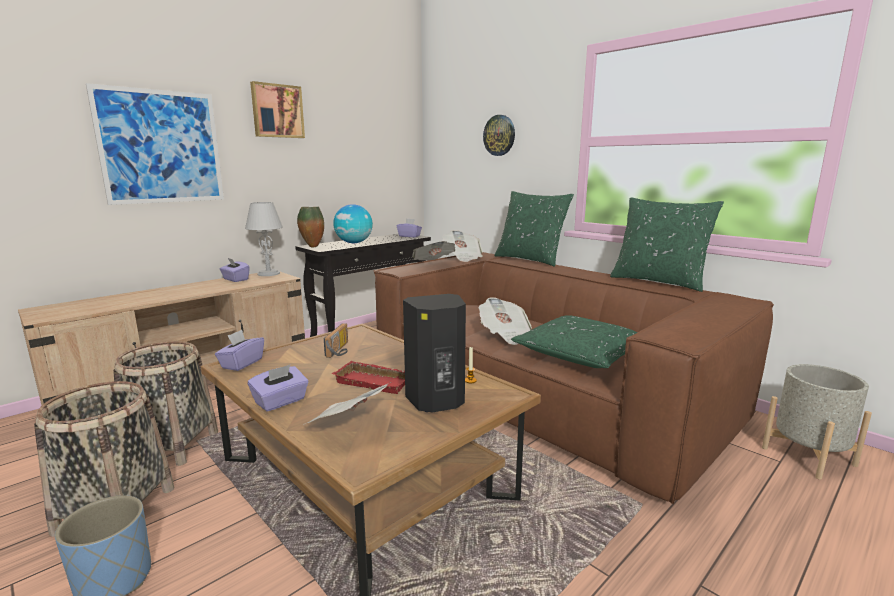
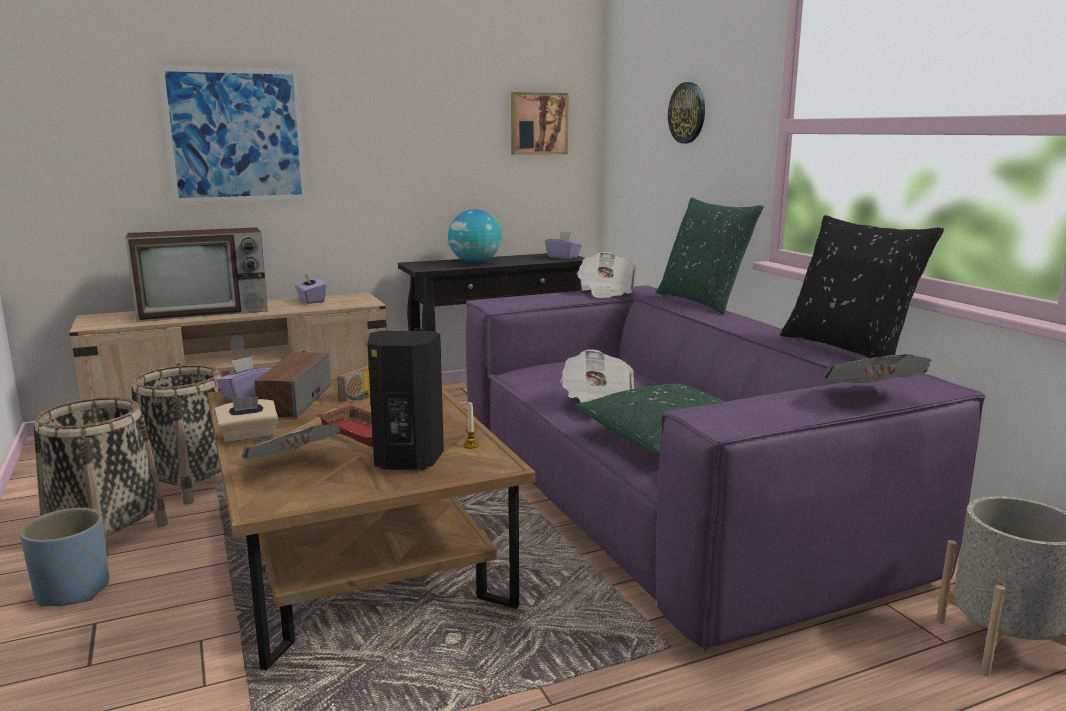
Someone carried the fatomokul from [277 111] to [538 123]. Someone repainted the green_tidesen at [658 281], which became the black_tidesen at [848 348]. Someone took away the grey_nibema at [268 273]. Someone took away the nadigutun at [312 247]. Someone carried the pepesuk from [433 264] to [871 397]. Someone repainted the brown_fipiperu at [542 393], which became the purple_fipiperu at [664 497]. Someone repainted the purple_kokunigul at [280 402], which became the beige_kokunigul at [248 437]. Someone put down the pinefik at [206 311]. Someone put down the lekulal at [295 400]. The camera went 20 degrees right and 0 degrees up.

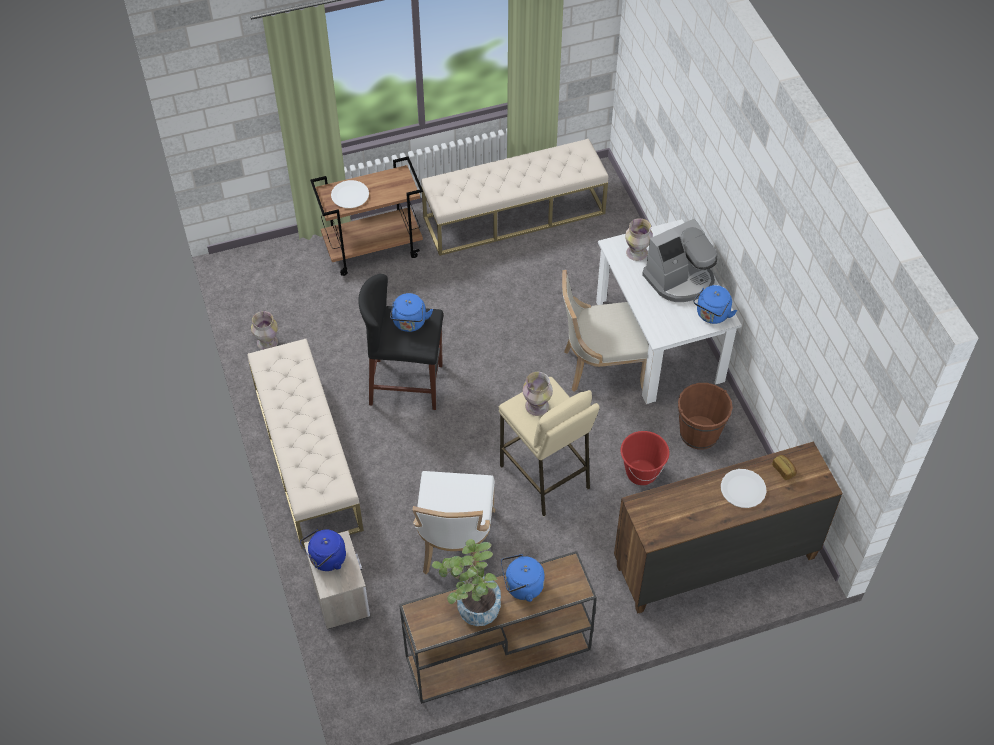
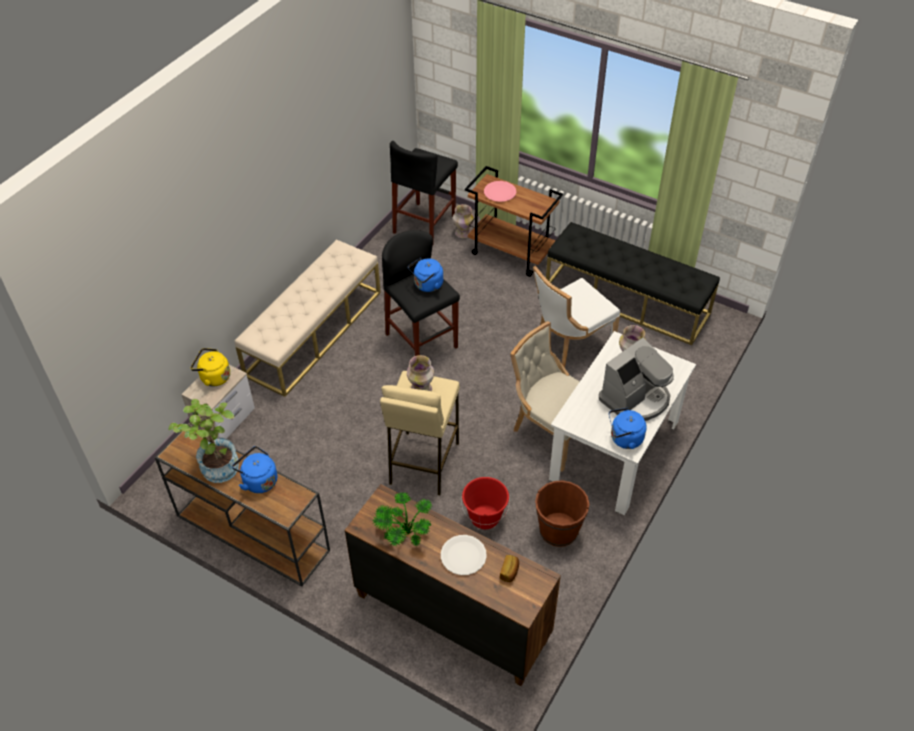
Someone repainted the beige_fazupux at [514 215], which became the black_fazupux at [627 300]. Someone repainted the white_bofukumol at [350 195], which became the pink_bofukumol at [499 192]. Someone rotated the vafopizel at [680 279] by 60 degrees counterclockwise. Someone carried the nadigutun from [267 343] to [462 233]. Someone carried the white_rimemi from [455 544] to [569 345]. Someone repainted the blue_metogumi at [326 559], which became the yellow_metogumi at [213 377]. Someone put down the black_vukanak at [424 224]. Someone put down the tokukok at [404 533]. The camera went 50 degrees right and 5 degrees down.

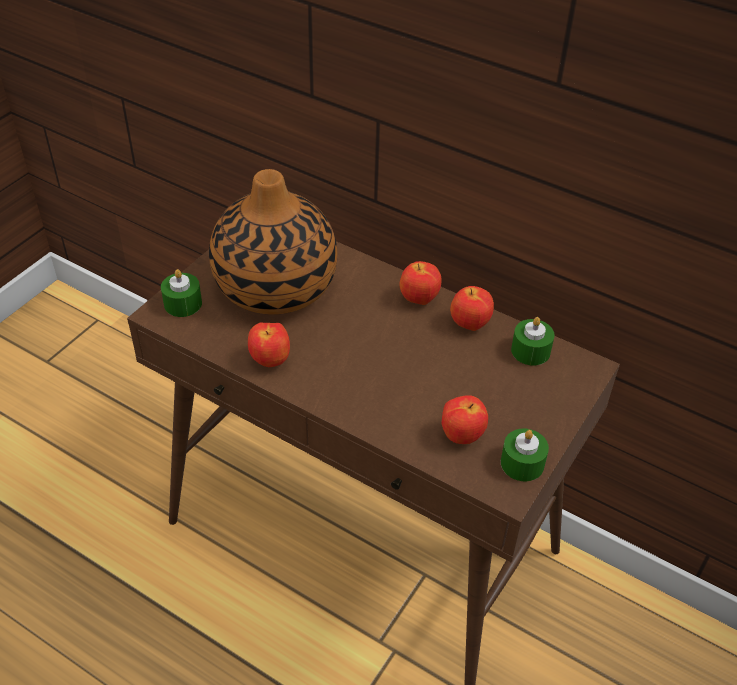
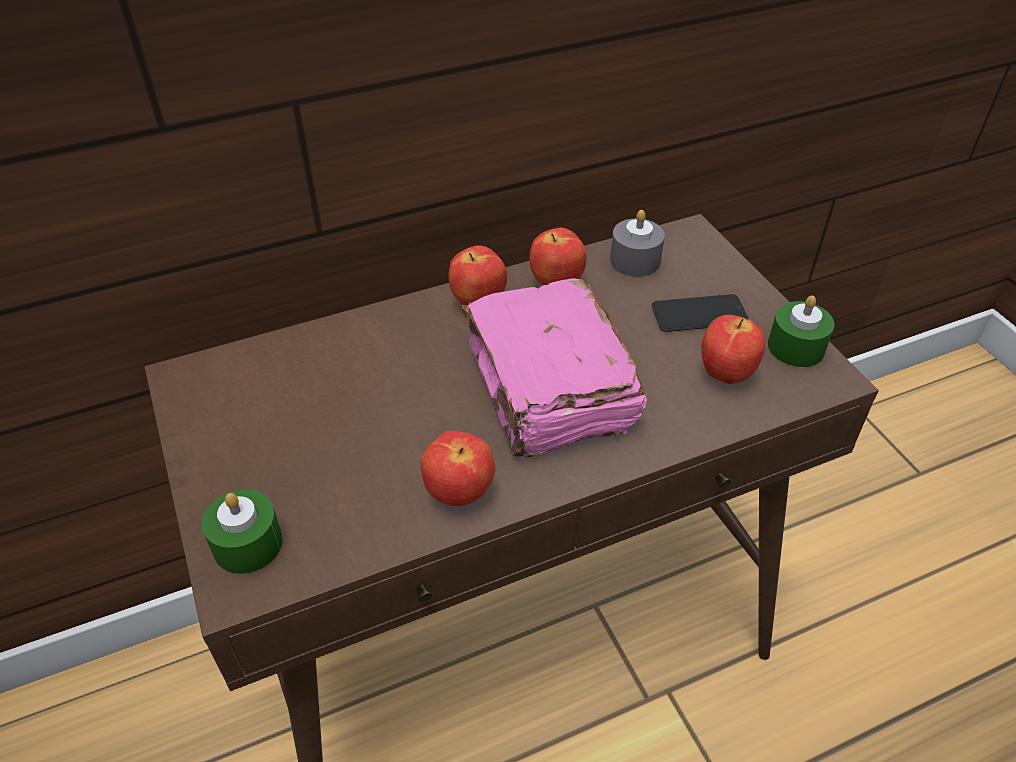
Someone took away the nadigutun at [275 286]. Someone repainted the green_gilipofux at [530 351], which became the grey_gilipofux at [635 260]. Someone put down the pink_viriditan at [549 390]. Someone put down the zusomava at [699 314]. The camera went 55 degrees left and 0 degrees up.

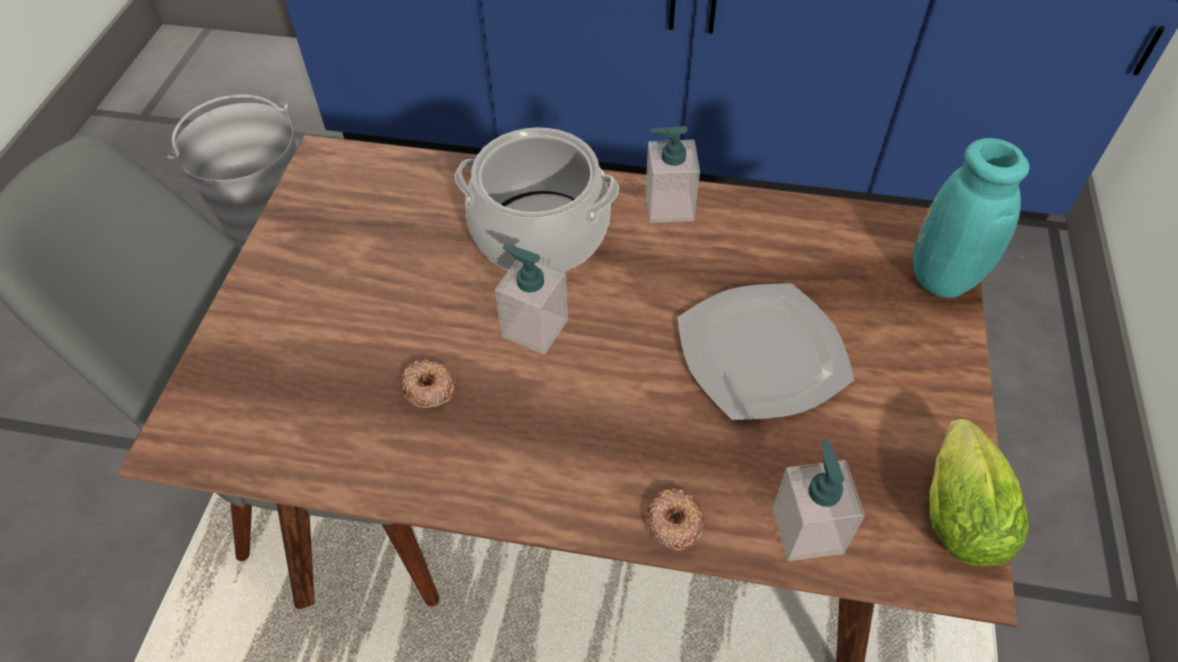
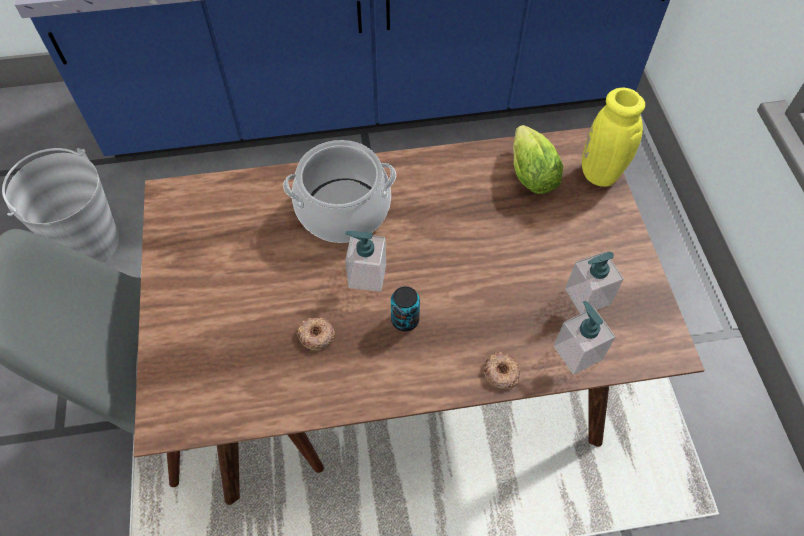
Someone carried the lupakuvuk from [669 206] to [587 296]. Someone repainted the turquoise_nadigutun at [941 284], which became the yellow_nadigutun at [600 177]. Someone took away the bofukumol at [761 355]. Someone carried the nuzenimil from [957 508] to [529 172]. Someone put down the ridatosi at [405 320]. The camera went 20 degrees left and 5 degrees up.

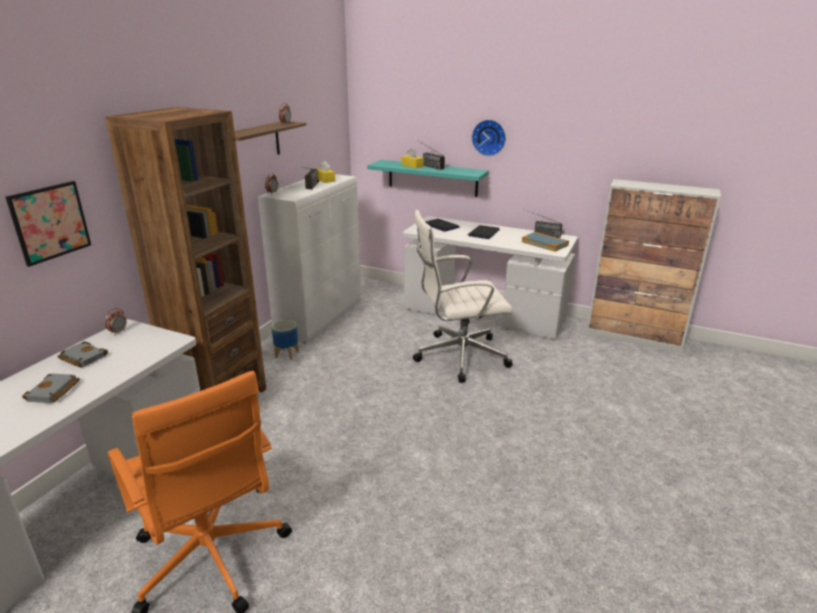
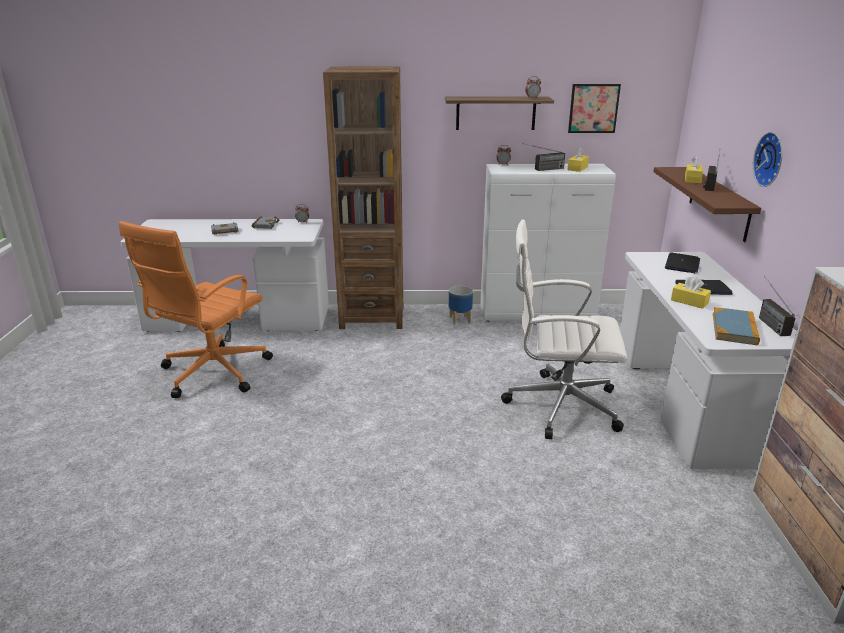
Someone repainted the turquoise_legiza at [432 178], which became the brown_legiza at [719 203]. Someone carried the fatomokul from [50 222] to [593 108]. Someone rotated the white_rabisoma at [458 356] by 45 degrees counterclockwise. Someone put down the yellow_kokunigul at [689 301]. The camera went 65 degrees right and 0 degrees up.

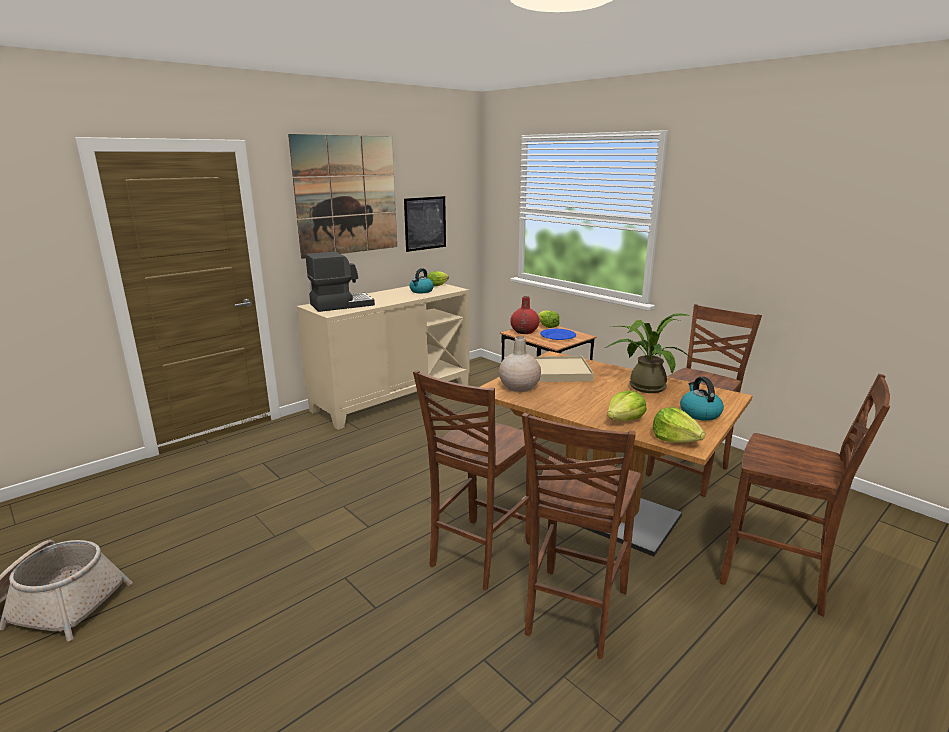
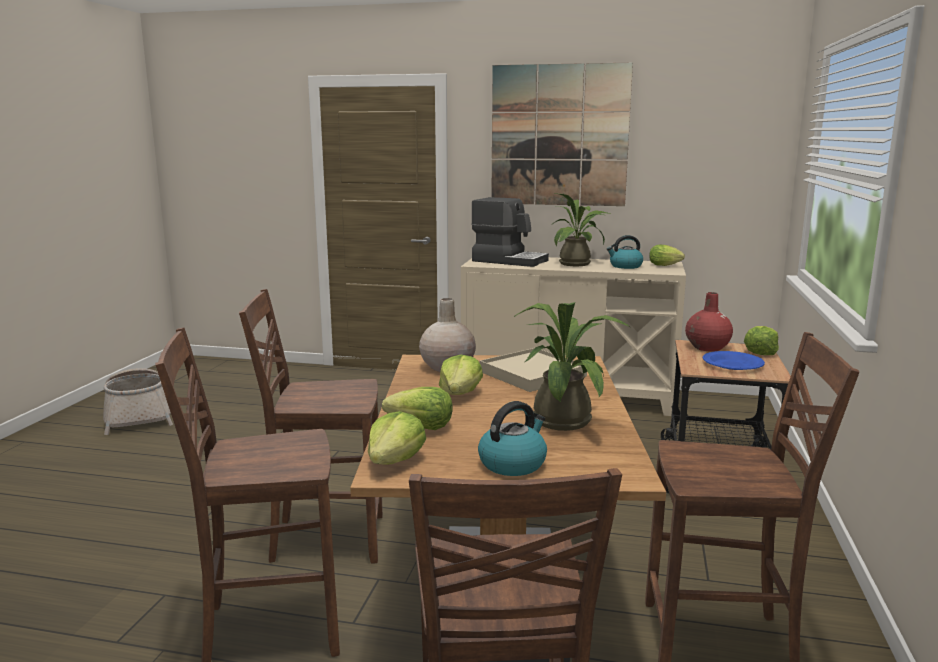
Someone took away the fatomokul at [425 223]. Someone put down the tokukok at [578 264]. Someone put down the nuzenimil at [460 394]. The camera went 55 degrees right and 5 degrees down.

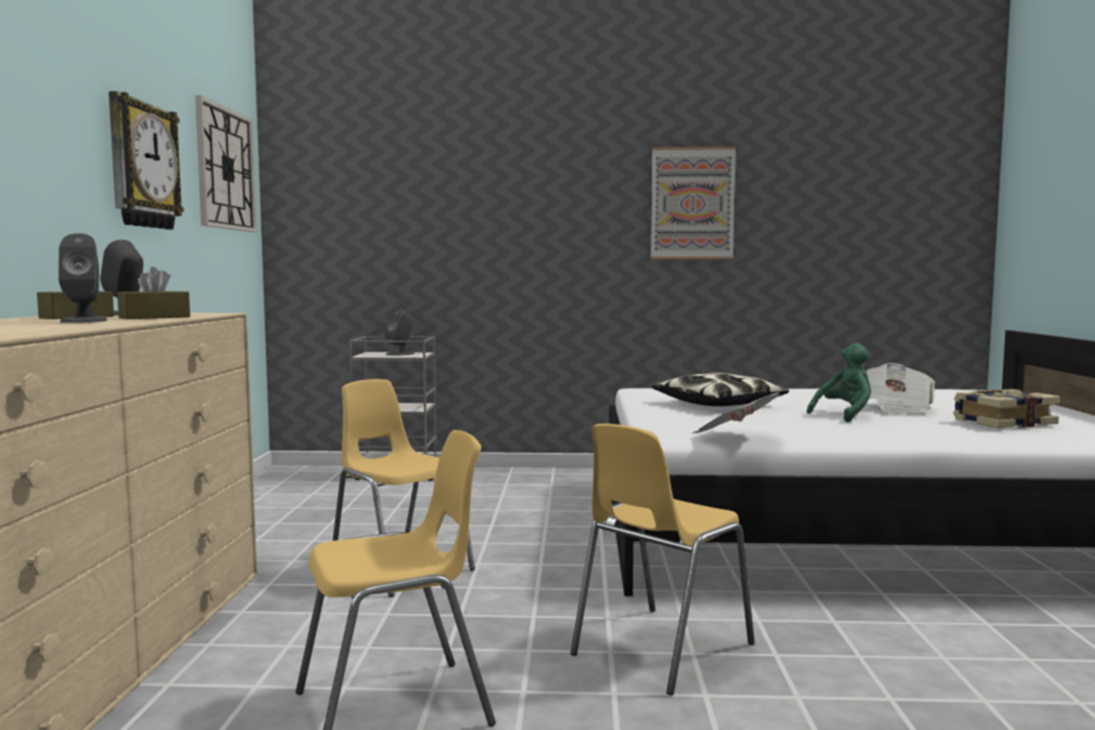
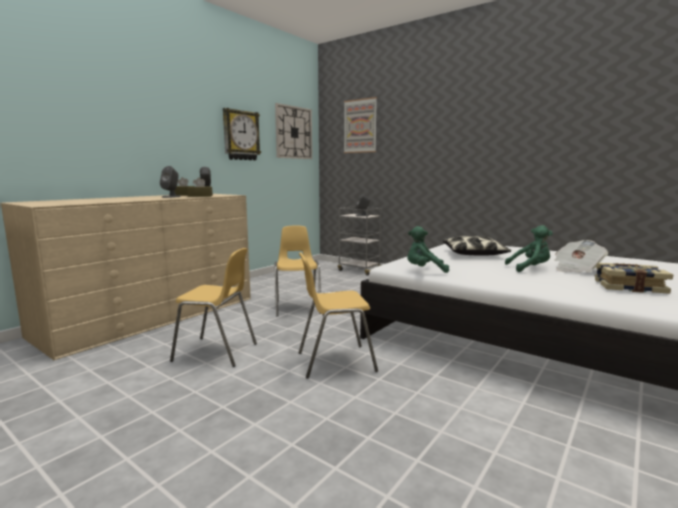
Someone carried the fatomokul from [692 203] to [360 126]. Someone swapped the pepesuk at [734 438] for the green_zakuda at [424 270]. The camera went 35 degrees right and 5 degrees up.

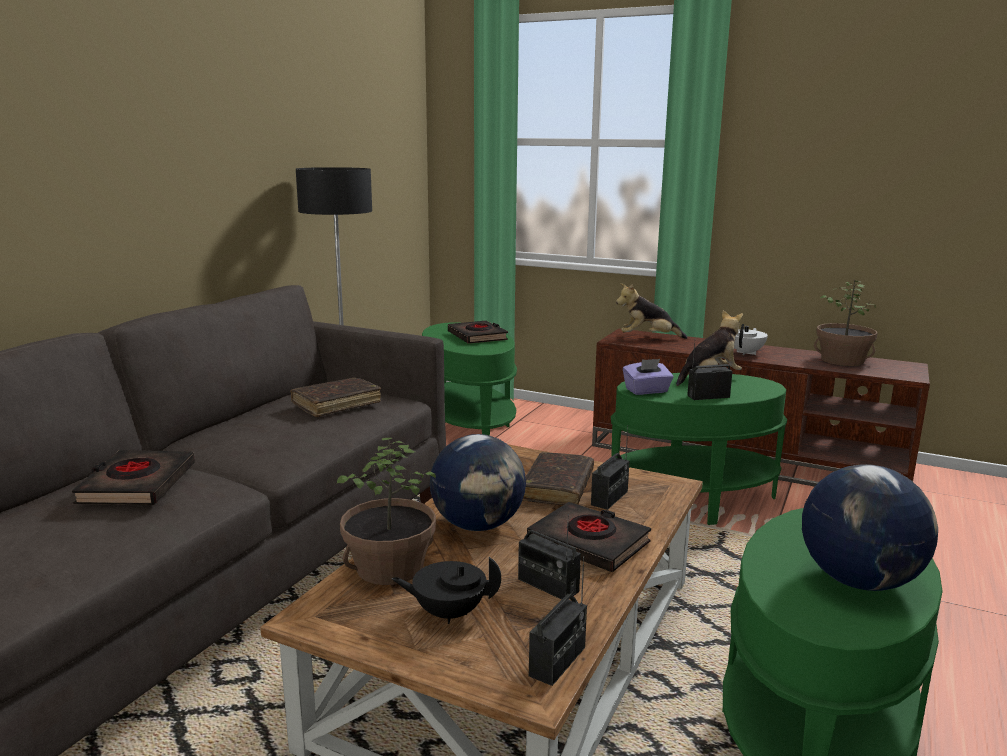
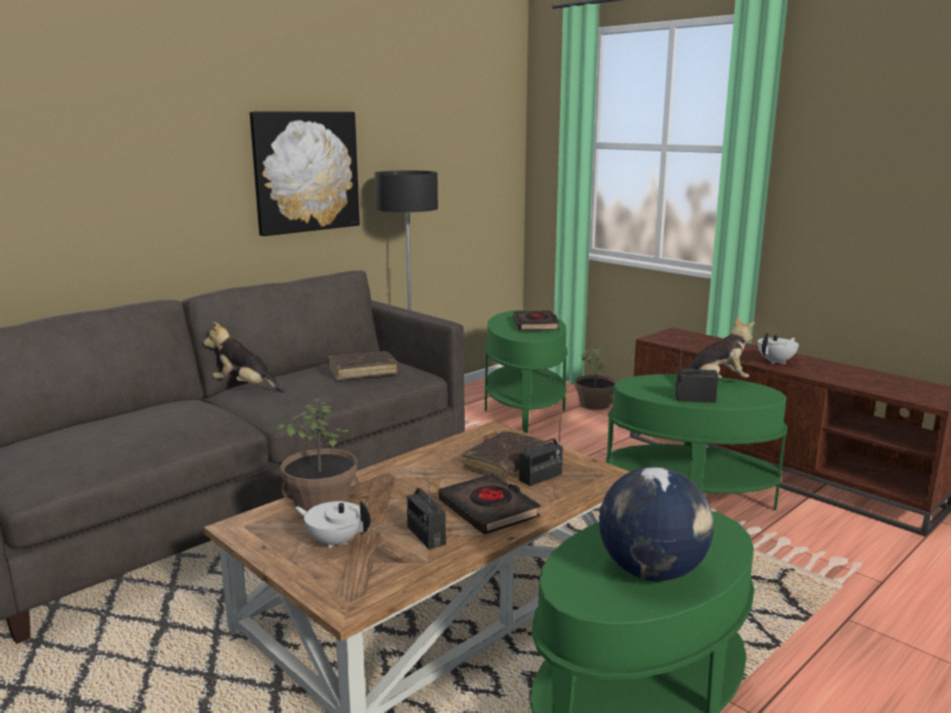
Someone carried the tokukok from [842 360] to [595 404]. Someone carried the zakuda from [648 338] to [246 387]. Someone took away the purple_kokunigul at [647 391]. Someone took away the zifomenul at [478 526]. Someone took away the black_viriditan at [137 485]. Someone took away the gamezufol at [558 662]. Someone repainted the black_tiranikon at [448 613], which became the white_tiranikon at [335 541]. Someone put up the fatomokul at [305 172]. The camera went 20 degrees right and 0 degrees up.

